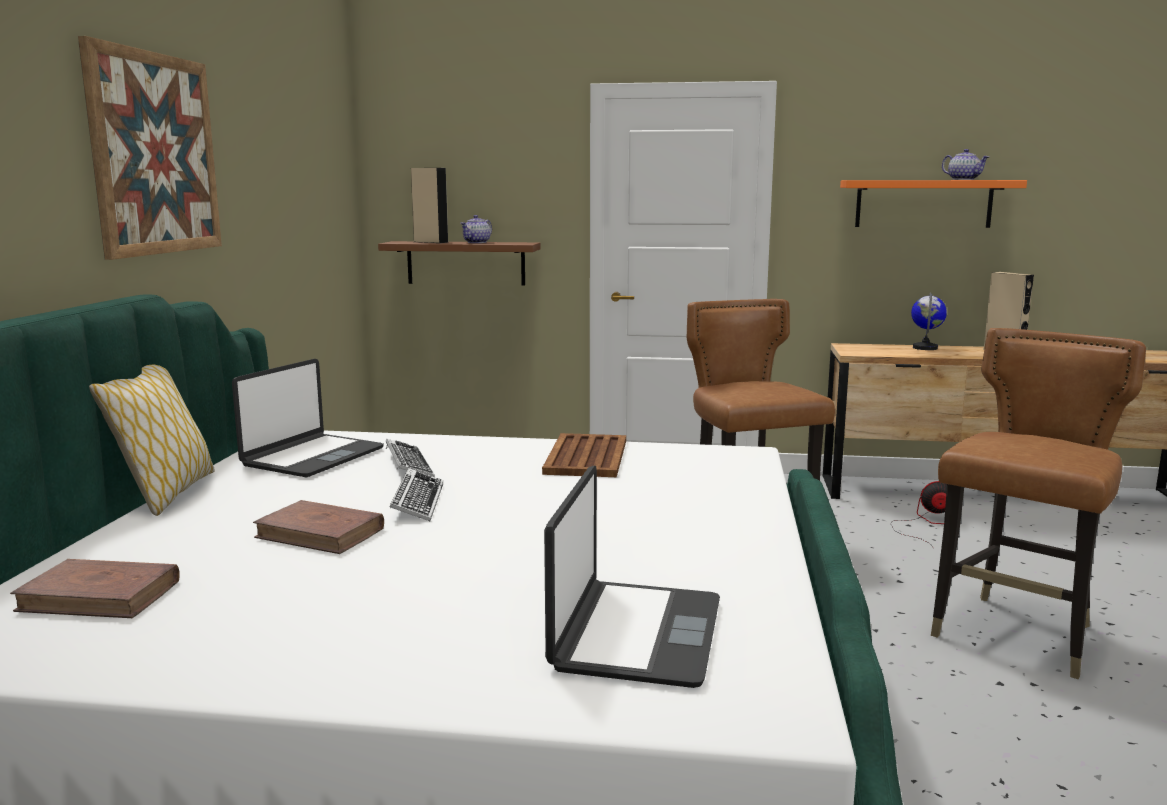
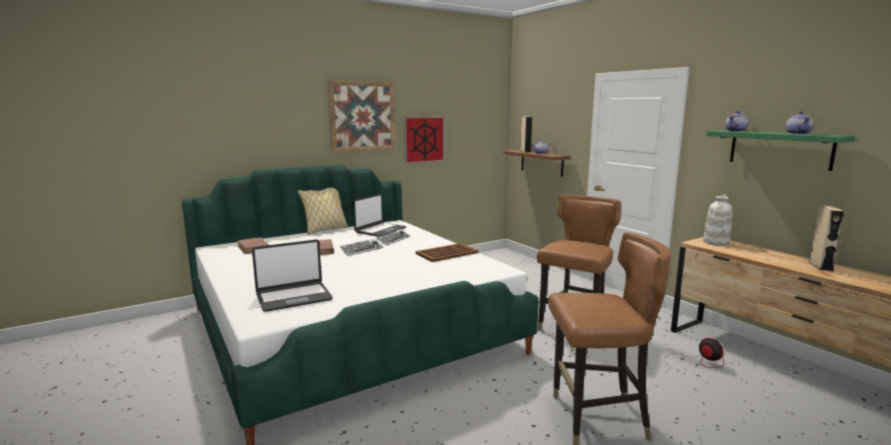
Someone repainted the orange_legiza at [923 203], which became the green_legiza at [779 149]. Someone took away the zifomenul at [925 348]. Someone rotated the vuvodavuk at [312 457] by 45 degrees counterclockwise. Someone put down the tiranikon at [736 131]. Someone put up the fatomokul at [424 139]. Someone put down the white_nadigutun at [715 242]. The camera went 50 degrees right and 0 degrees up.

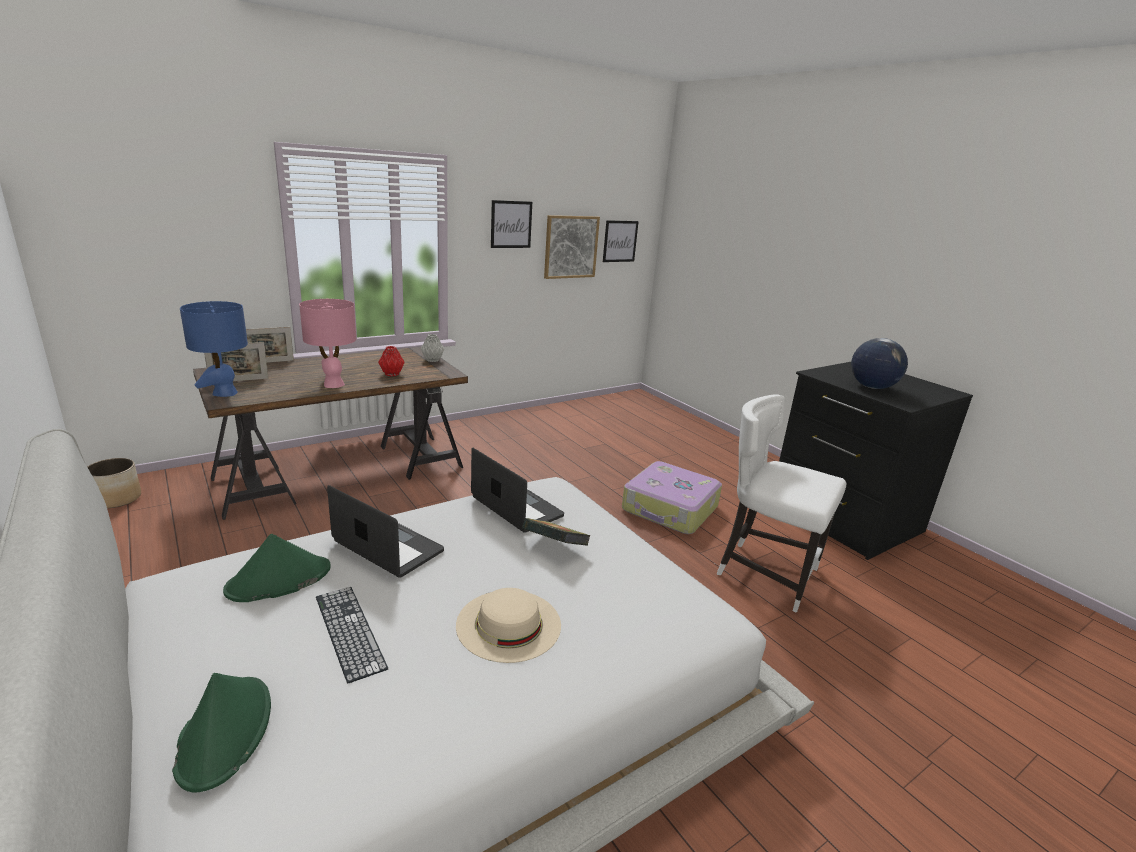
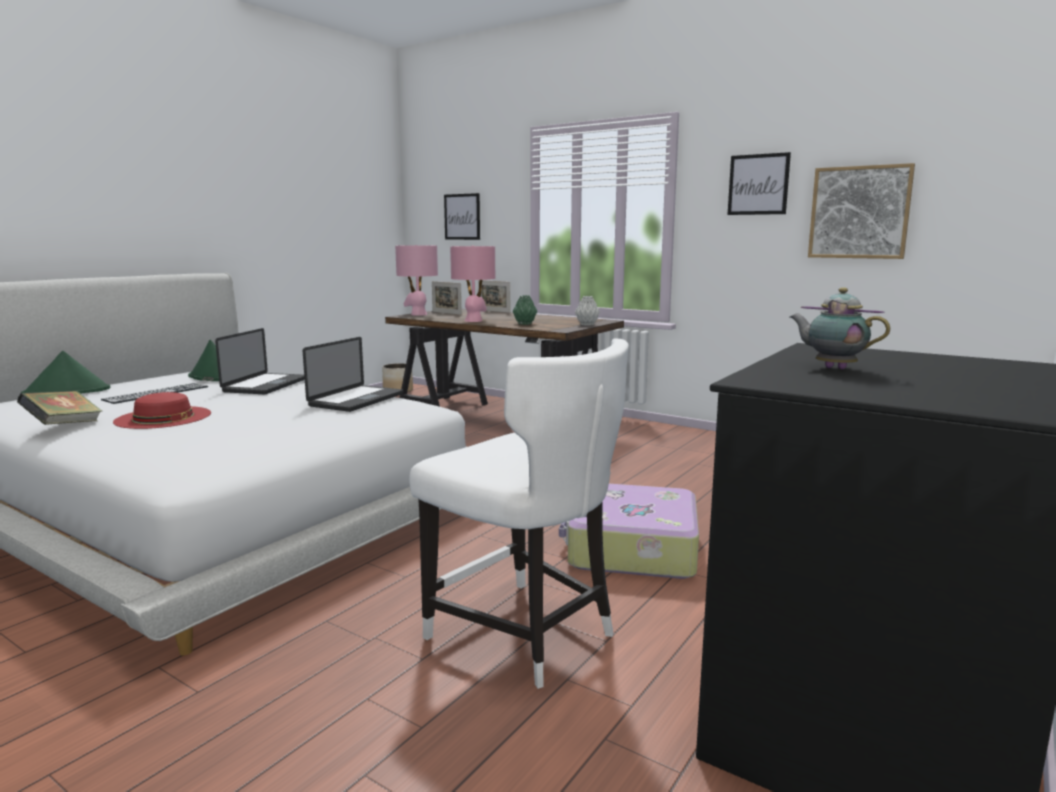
Someone carried the fatomokul from [620 241] to [462 217]. Someone repainted the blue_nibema at [225 393], which became the pink_nibema at [418 314]. Someone swapped the zifomenul at [872 387] for the tiranikon at [832 368]. Someone repainted the red_nadigutun at [392 374], which became the green_nadigutun at [525 324]. Someone rotated the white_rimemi at [764 573] by 120 degrees clockwise. Someone carried the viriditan from [555 548] to [64 426]. Someone repainted the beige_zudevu at [508 624], which became the red_zudevu at [163 417]. The camera went 70 degrees right and 10 degrees down.

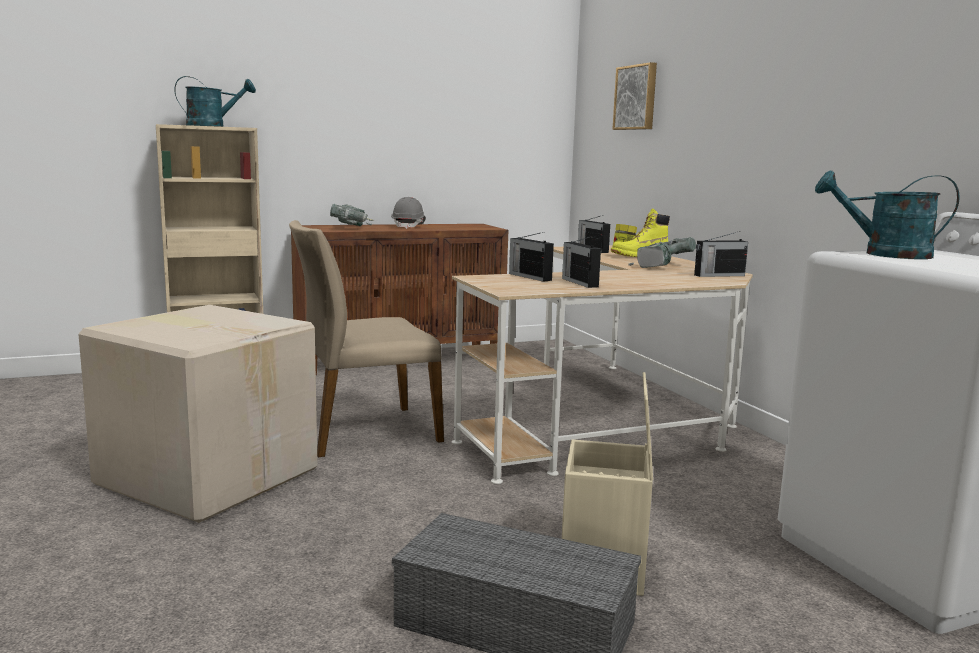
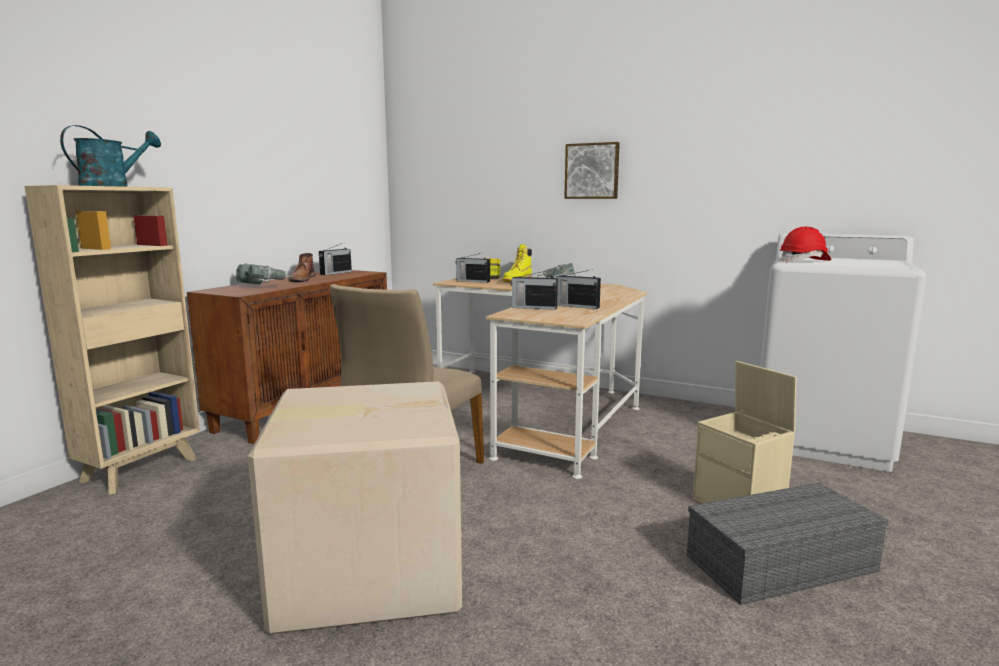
Someone carried the fatomokul from [636 97] to [592 171]. Someone swapped the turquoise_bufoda at [885 254] for the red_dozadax at [804 261]. Someone swapped the grey_dozadax at [408 226] for the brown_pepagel at [302 279]. Someone carried the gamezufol from [718 275] to [335 273]. The camera went 40 degrees left and 0 degrees up.

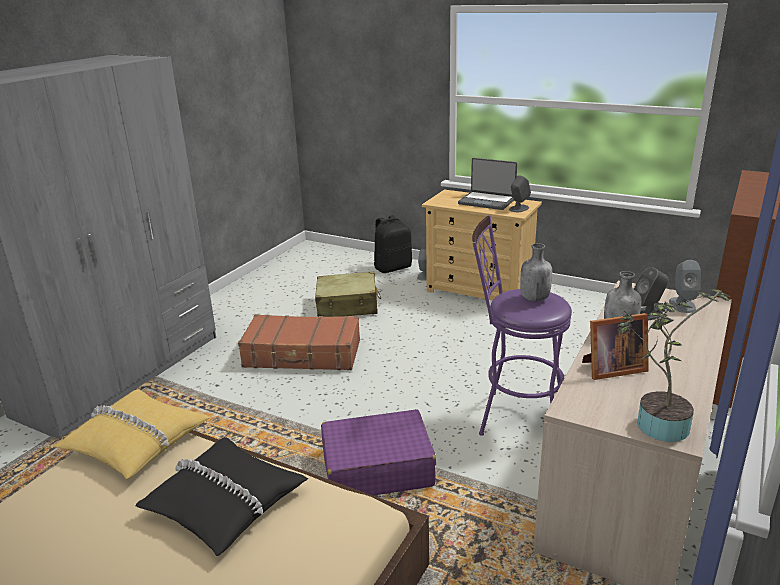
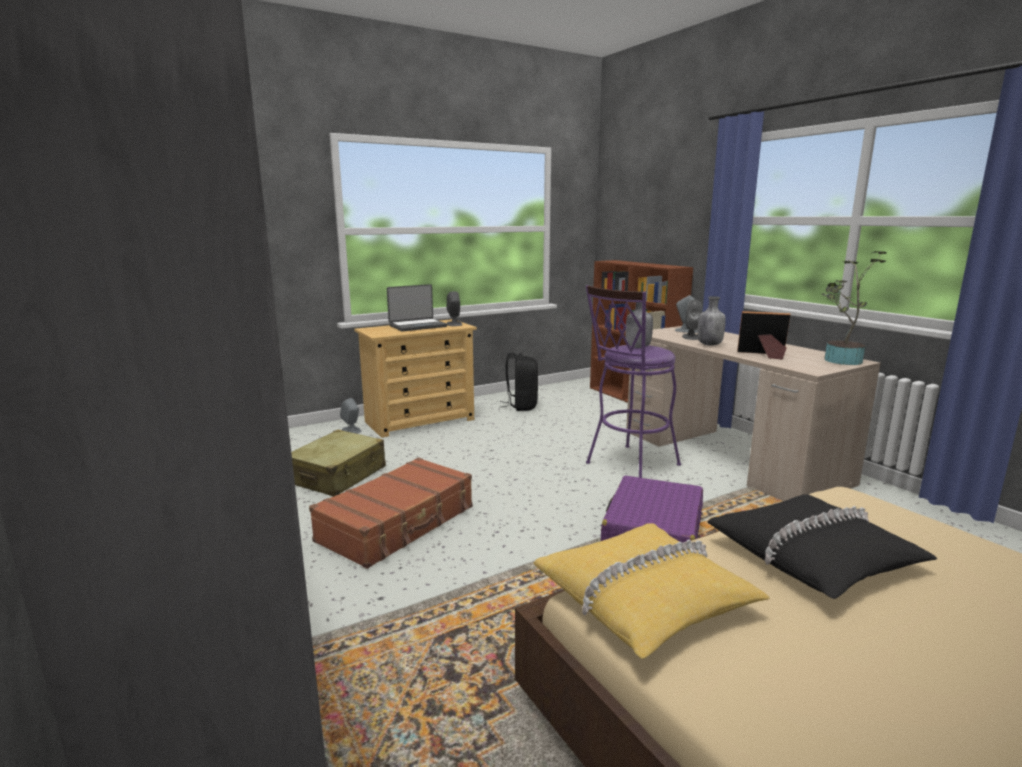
Someone carried the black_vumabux from [392 268] to [521 406]. Someone rotated the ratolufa at [611 369] by 90 degrees counterclockwise. The camera went 60 degrees left and 10 degrees down.

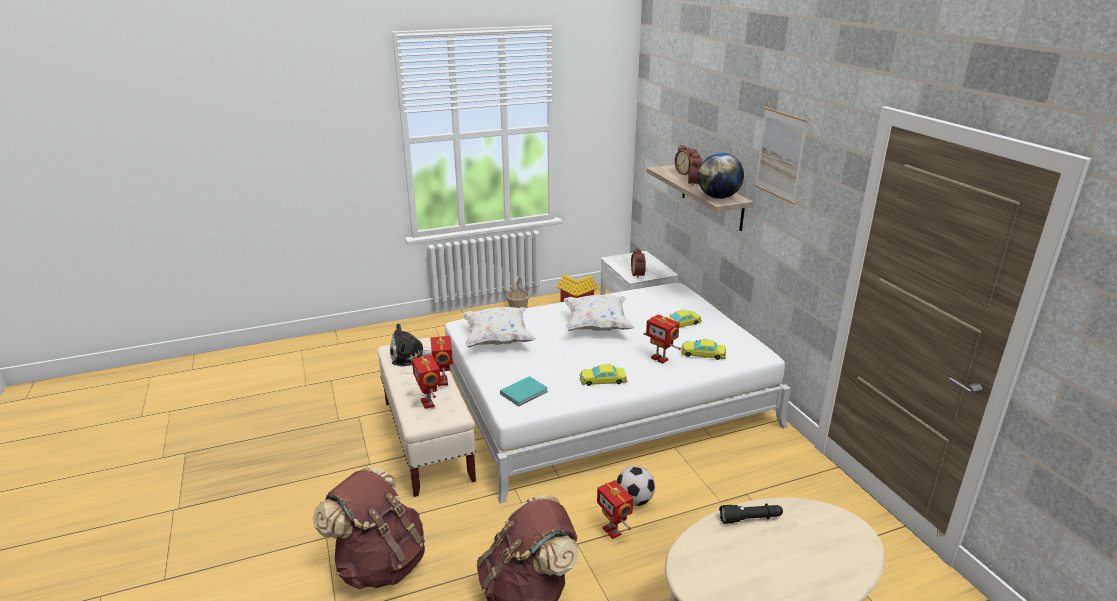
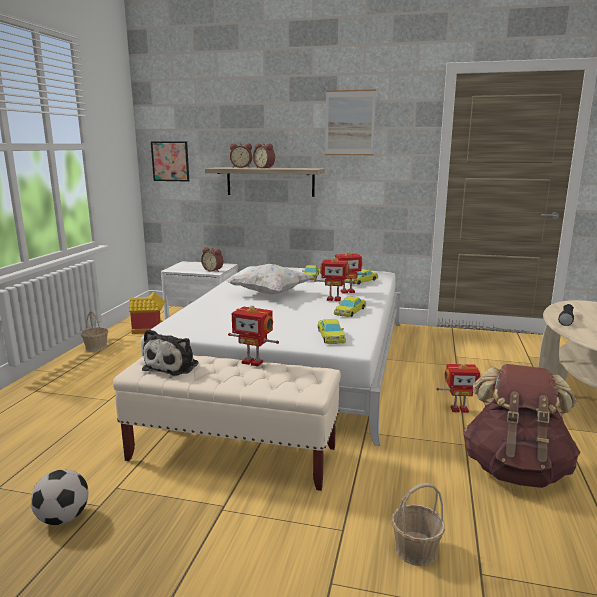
Someone took away the zifomenul at [718 197]. Someone took away the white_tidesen at [497 339]. Someone carried the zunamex from [429 403] to [334 299]. Someone swapped the turquoise_viriditan at [525 392] for the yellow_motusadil at [331 336]. Someone carried the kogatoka from [634 500] to [63 518]. Someone swapped the brown_vumabux at [380 564] for the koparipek at [415 549]. Someone put up the fatomokul at [170 161]. The camera went 55 degrees left and 10 degrees down.

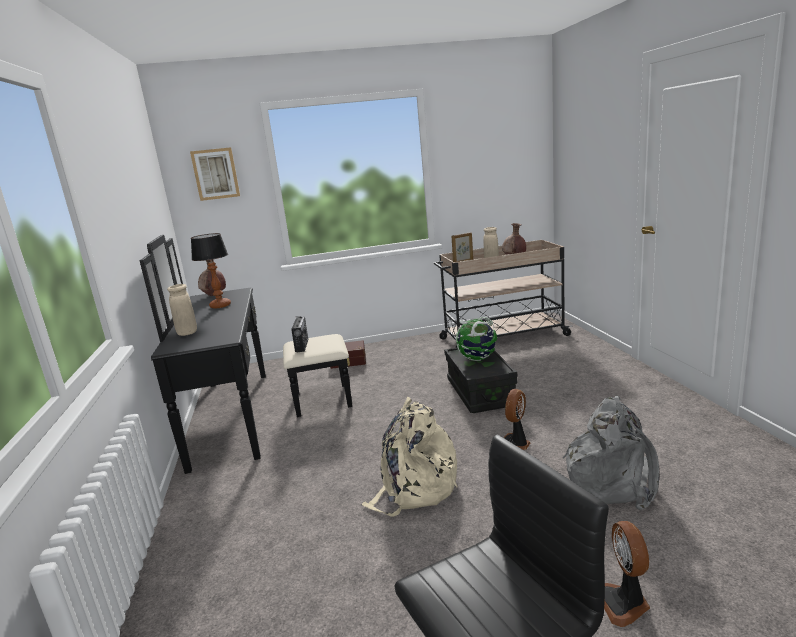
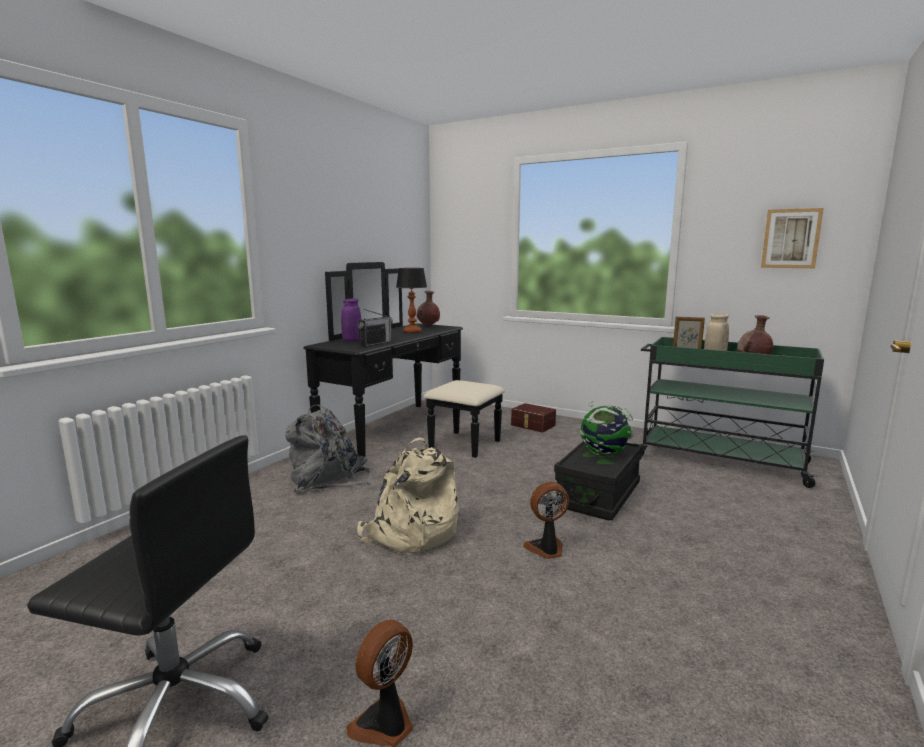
Someone carried the fatomokul from [215 174] to [791 238]. Someone repainted the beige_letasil at [502 337], which became the green_letasil at [717 459]. Someone repainted the beige_nadigutun at [187 333], which became the purple_nadigutun at [352 340]. Someone carried the gamezufol from [302 345] to [375 343]. Someone carried the grey_vumabux from [612 480] to [328 479]. The camera went 40 degrees right and 5 degrees down.

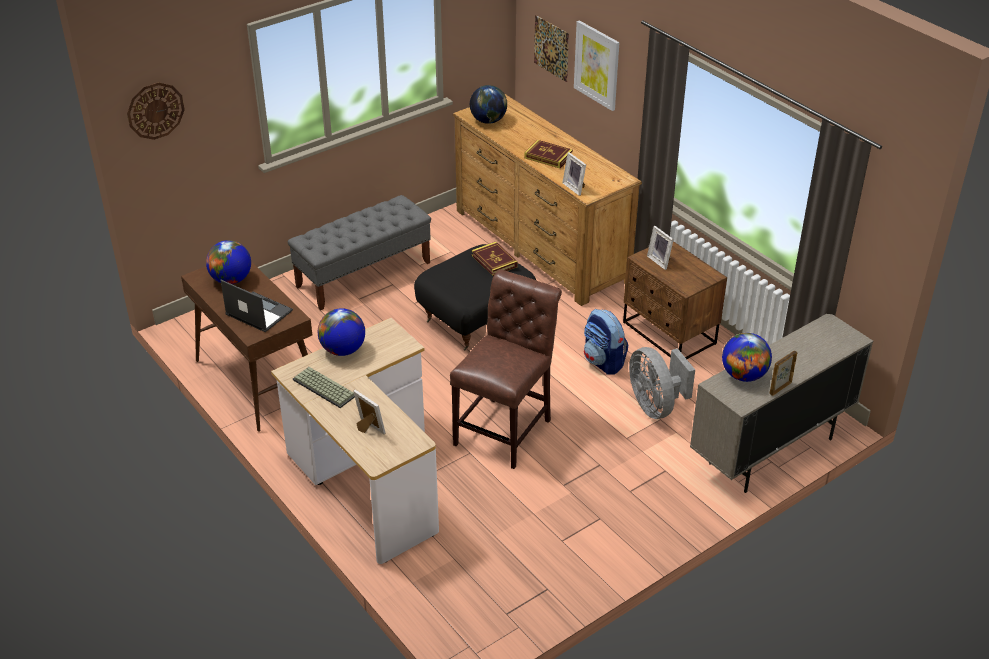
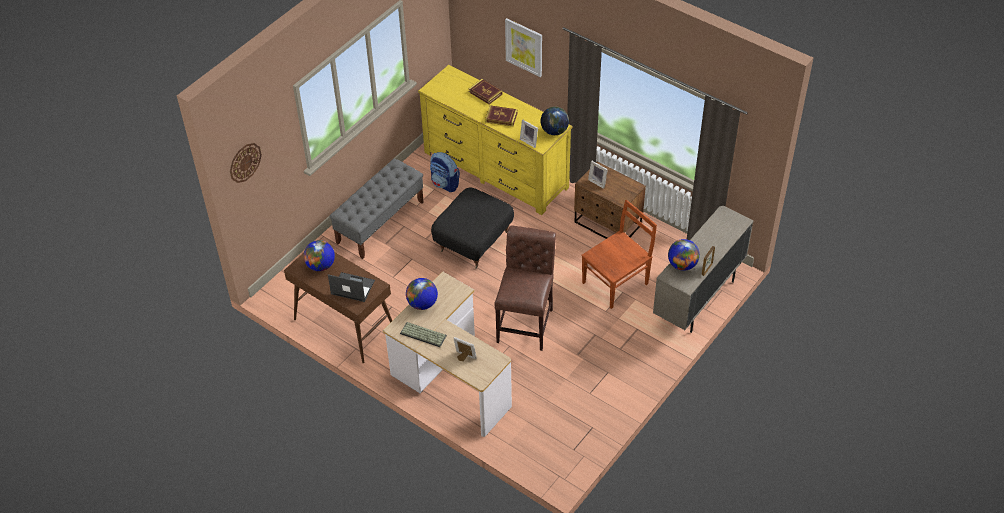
Someone took away the fatomokul at [551 48]. Someone carried the zifomenul from [488 121] to [554 131]. Someone repainted the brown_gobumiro at [540 245], which became the yellow_gobumiro at [495 170]. Someone carried the viriditan from [494 261] to [485 93]. Someone carried the vumabux from [603 362] to [445 184]. Someone swapped the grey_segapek at [655 405] for the brown_rimemi at [616 282]. The camera went 15 degrees left and 10 degrees up.

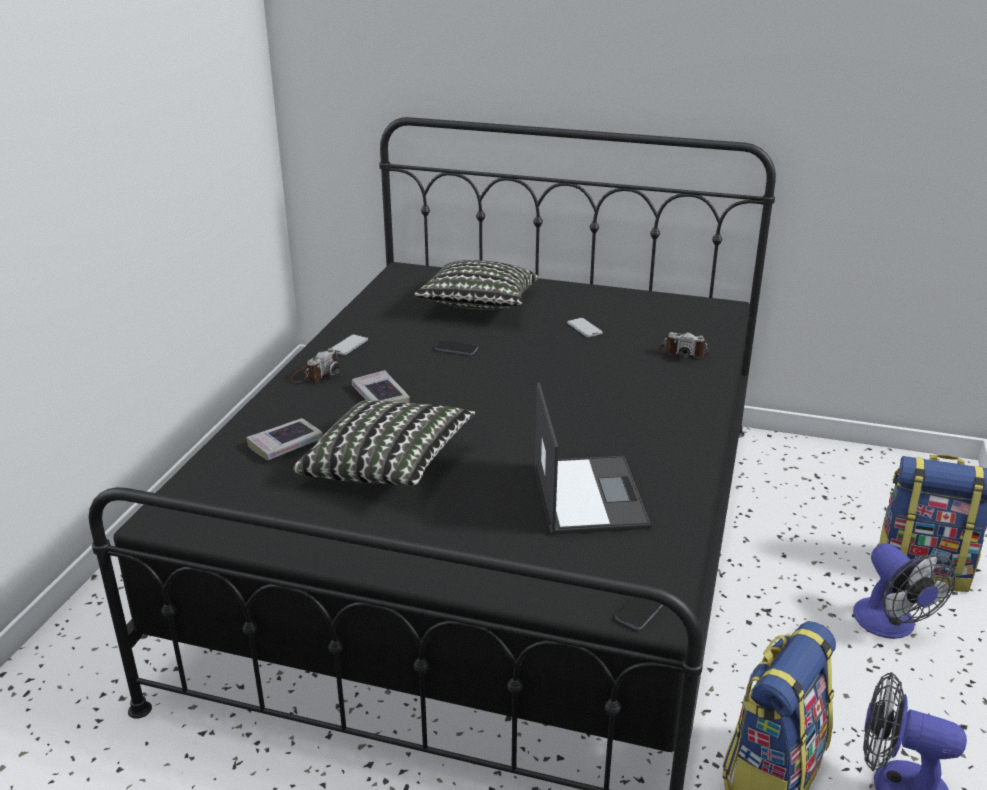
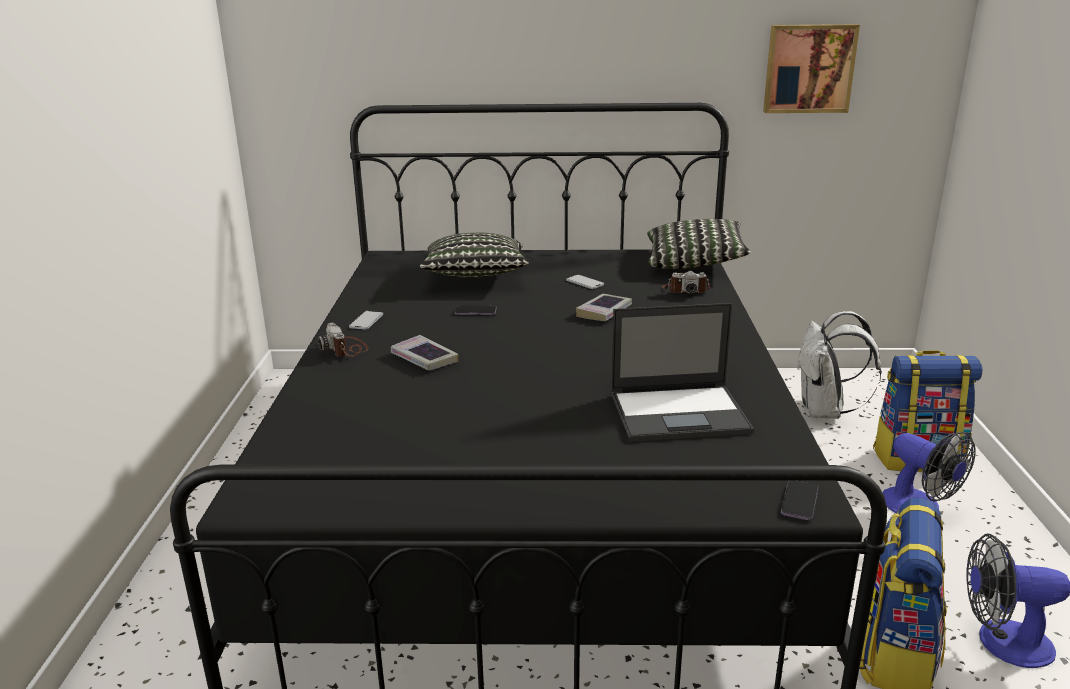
Someone rotated the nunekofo at [315 374] by 135 degrees clockwise. Someone rotated the vuvodavuk at [588 494] by 105 degrees clockwise. Someone carried the tidesen from [387 466] to [694 263]. Someone carried the viriditan from [285 444] to [604 312]. Someone put up the fatomokul at [808 68]. Someone put down the white_vumabux at [824 412]. The camera went 15 degrees left and 5 degrees down.

